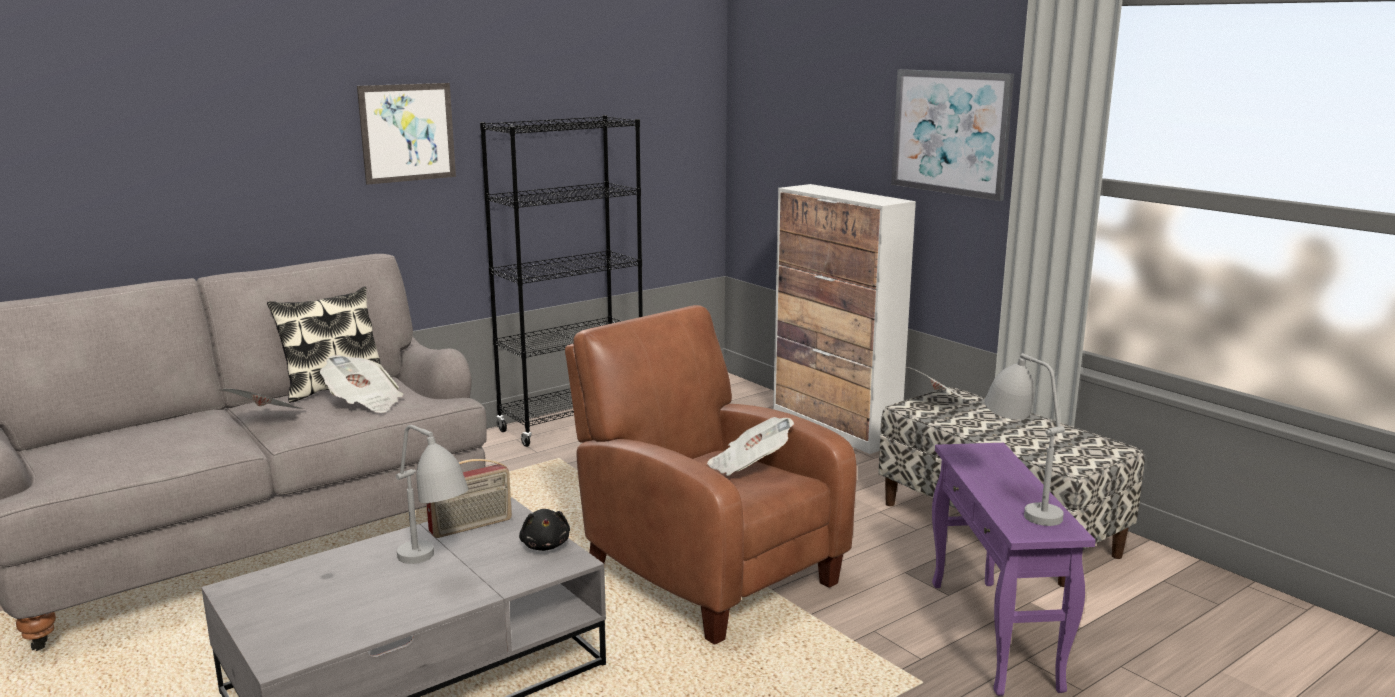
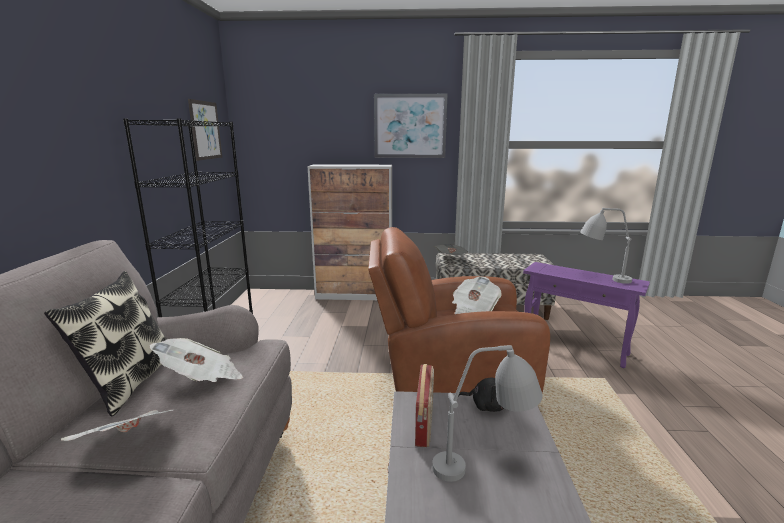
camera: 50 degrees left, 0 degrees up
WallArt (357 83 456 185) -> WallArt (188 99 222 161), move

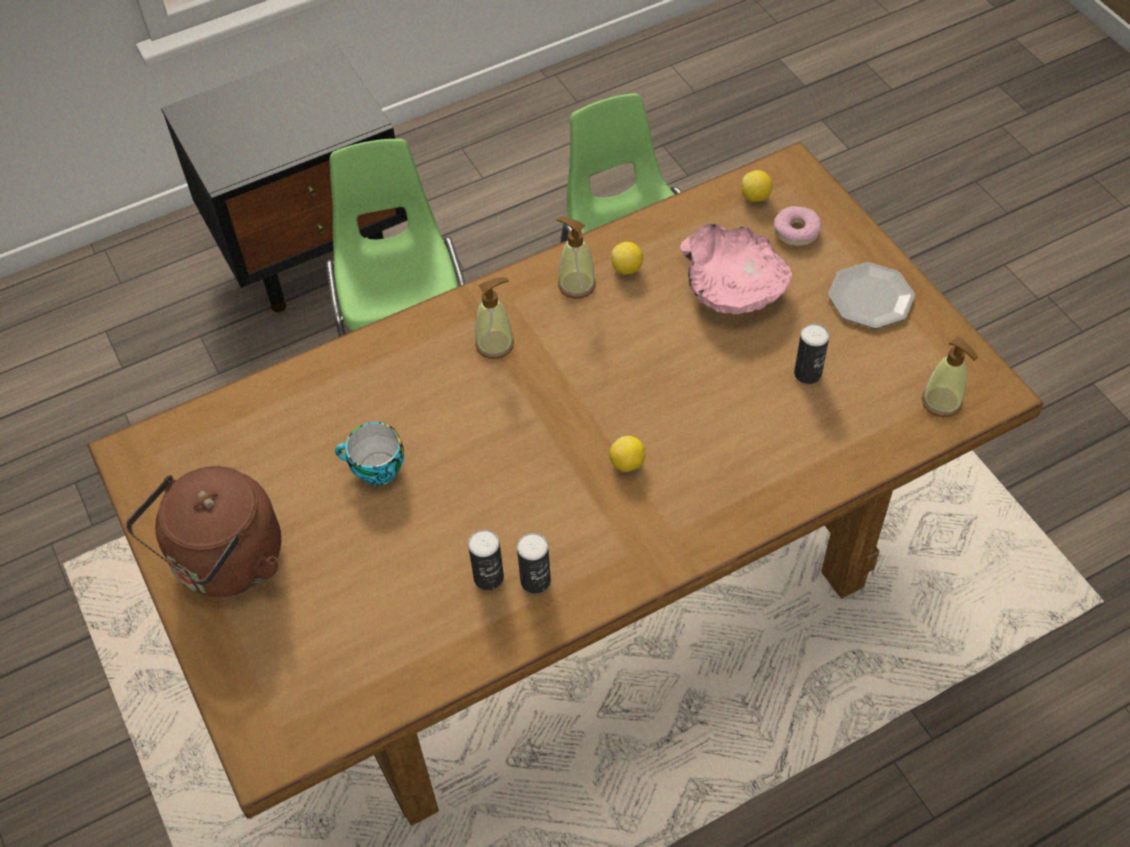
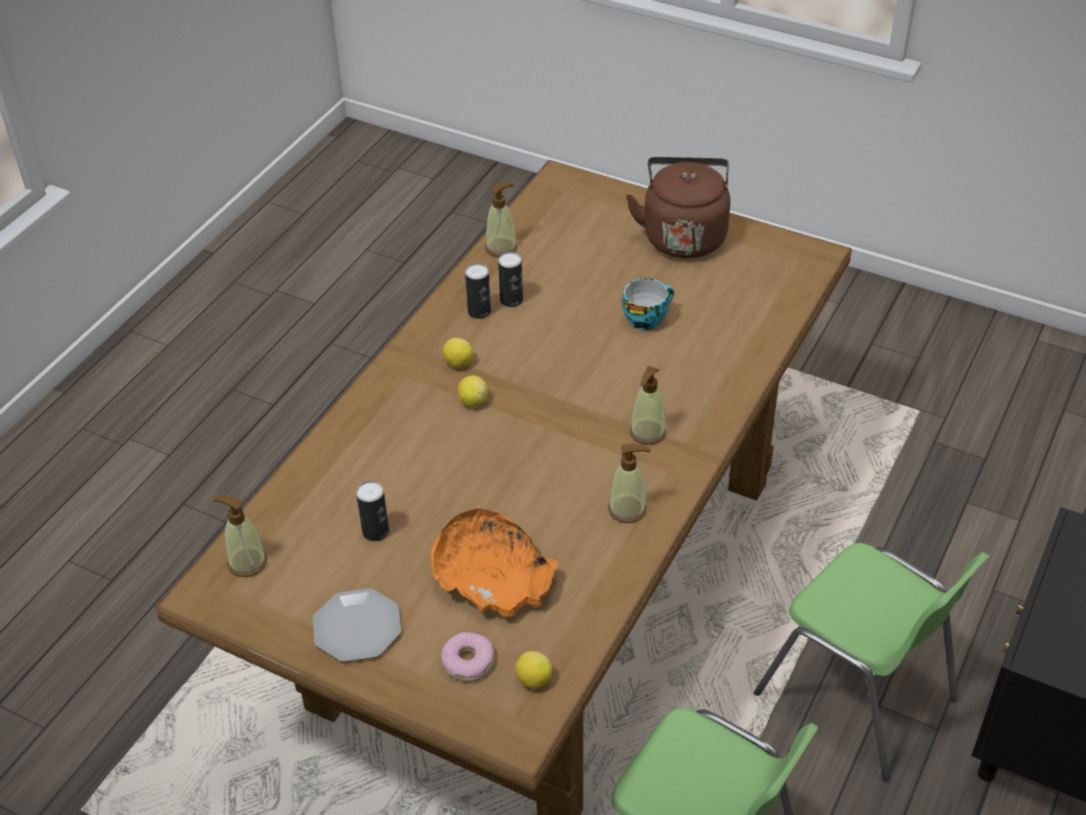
camera: 145 degrees right, 10 degrees down
PinkishBowl (680 224 792 315) -> OrangeBowl (431 508 558 618)
CitrusFruit (611 242 643 274) -> CitrusFruit (442 338 473 368), move
none -> LiquidSoapBottle (485 183 517 257)

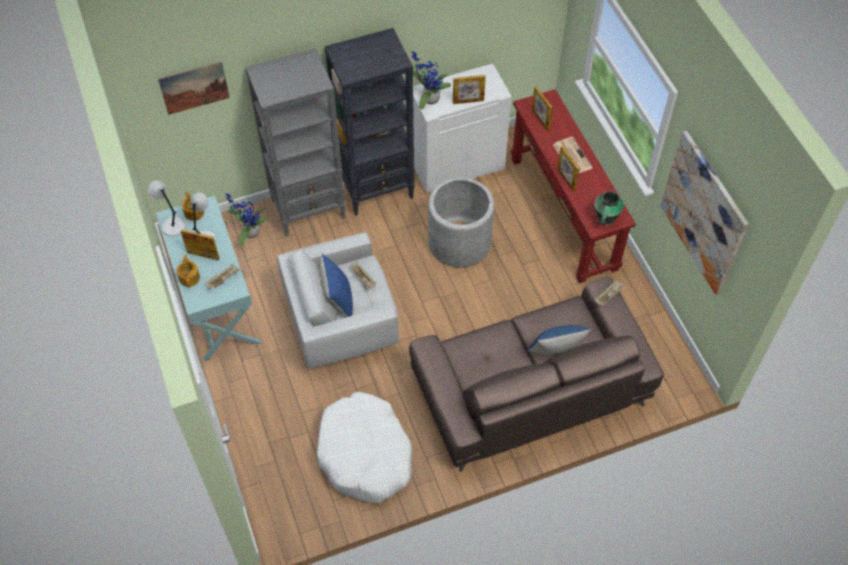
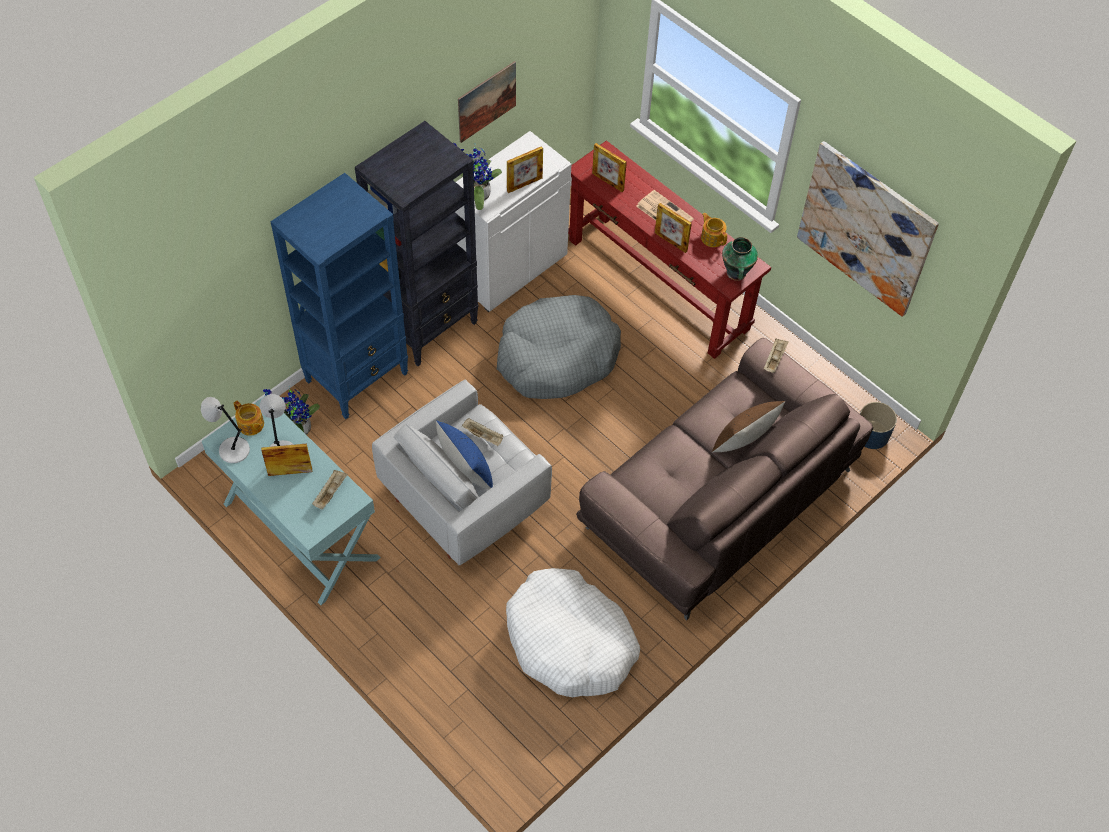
camera: 25 degrees left, 0 degrees up
GrayBookcase (245 48 346 236) -> BlueColouredBookcase (271 173 408 419)
WallArt (158 61 230 115) -> WallArt (458 61 516 143), move
GrayFlowerPot (428 178 494 268) -> GrayDogCushion (497 295 621 399)
Teapot (177 255 200 287) -> Teapot (701 213 727 247), move
BlueColouredCushion (528 325 591 354) -> BrownishCushion (712 401 785 453)
none -> BlueColouredFlowerPot (860 402 897 449)

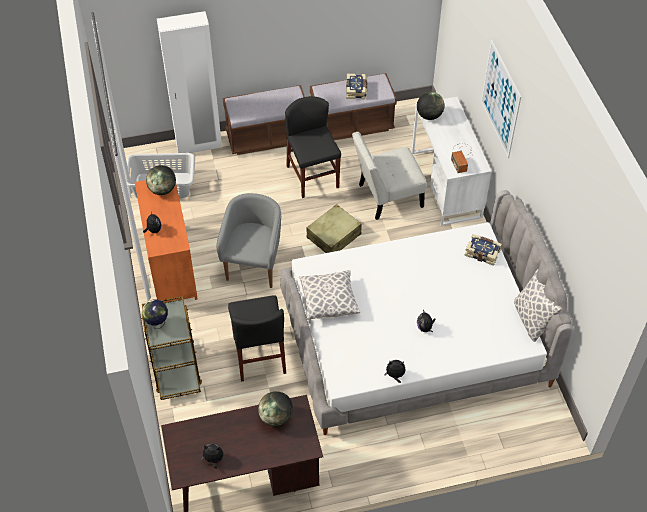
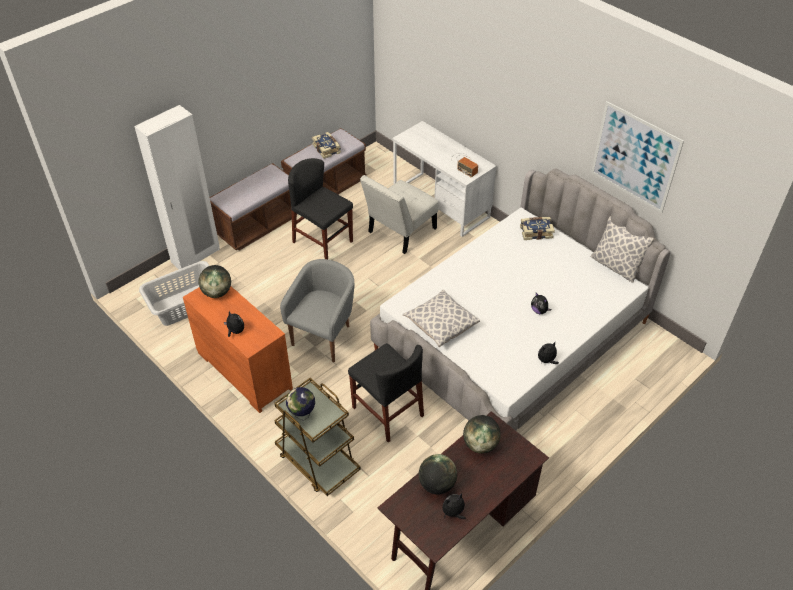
camera: 30 degrees left, 5 degrees down
GrayLoungeChair (216 193 281 288) -> GrayLoungeChair (280 259 355 362), 45 degrees clockwise
WorldGlobe (417 92 445 120) -> WorldGlobe (419 454 457 494), move
WallArt (481 40 521 158) -> WallArt (591 101 684 213), move
BeigeColouredTravelCase (306 204 362 253) -> none

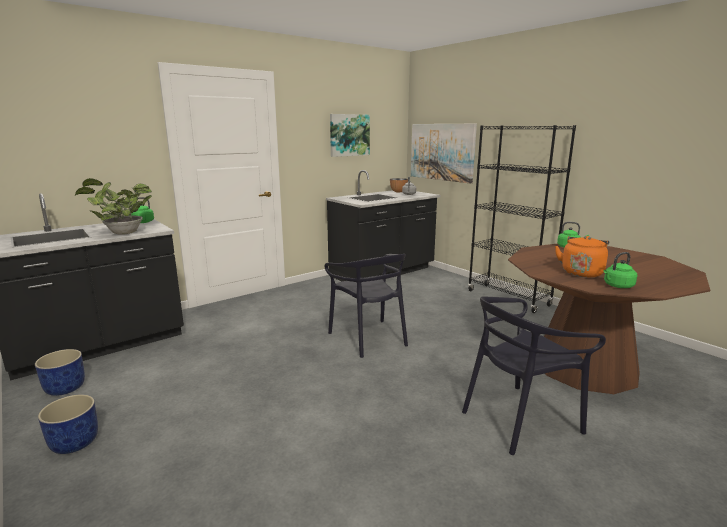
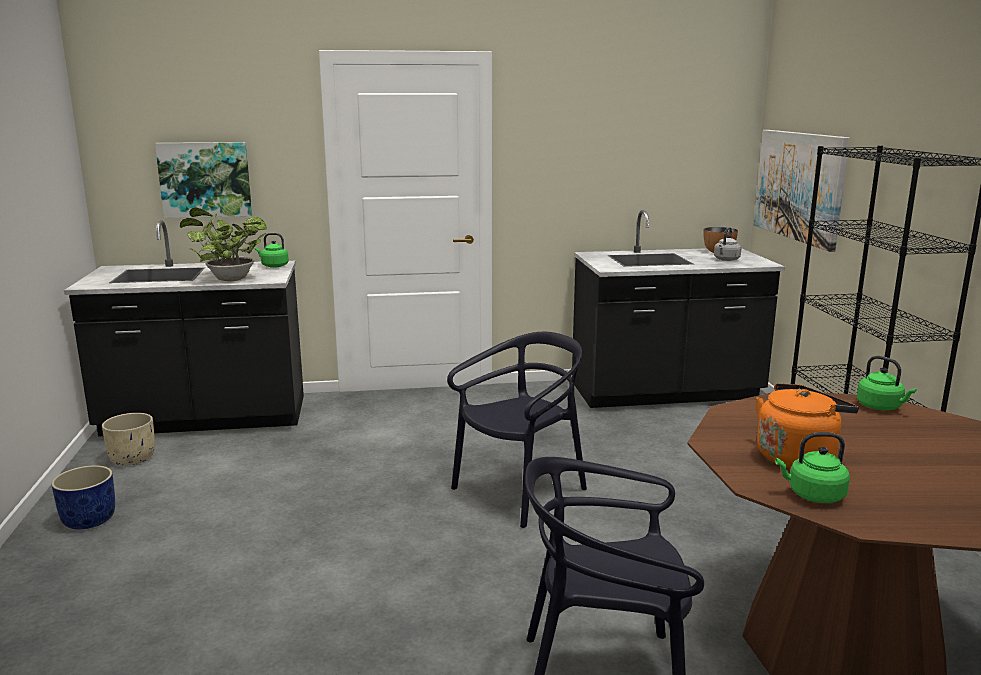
camera: 30 degrees right, 0 degrees up
BlueColouredFlowerPot (35 349 85 396) -> BeigeColouredFlowerPot (102 413 155 466)
WallArt (330 114 370 157) -> WallArt (155 142 252 218), move
BlackChair (325 254 408 358) -> BlackChair (447 332 587 528), 135 degrees counterclockwise

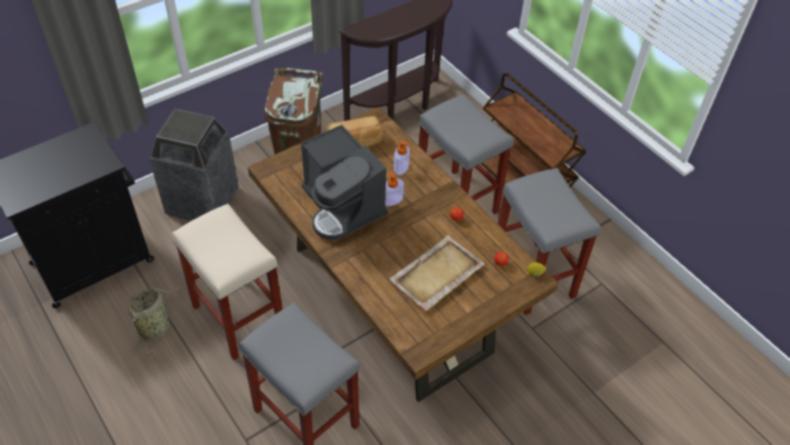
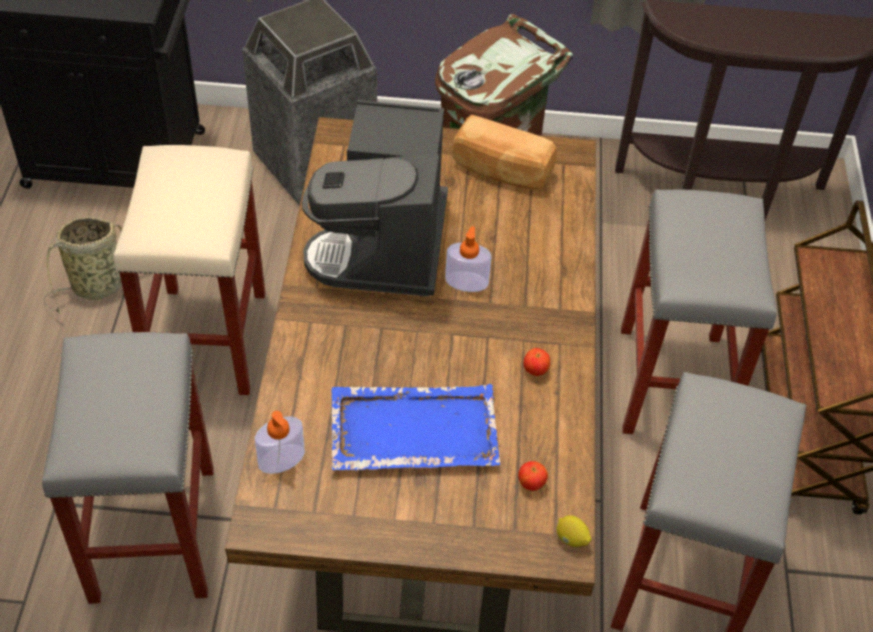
camera: 40 degrees right, 0 degrees up
LiquidSoapBottle (394 141 410 175) -> LiquidSoapBottle (254 411 305 474), move
BeigeColouredServingTray (389 235 485 311) -> BlueColouredServingTray (331 384 500 470)

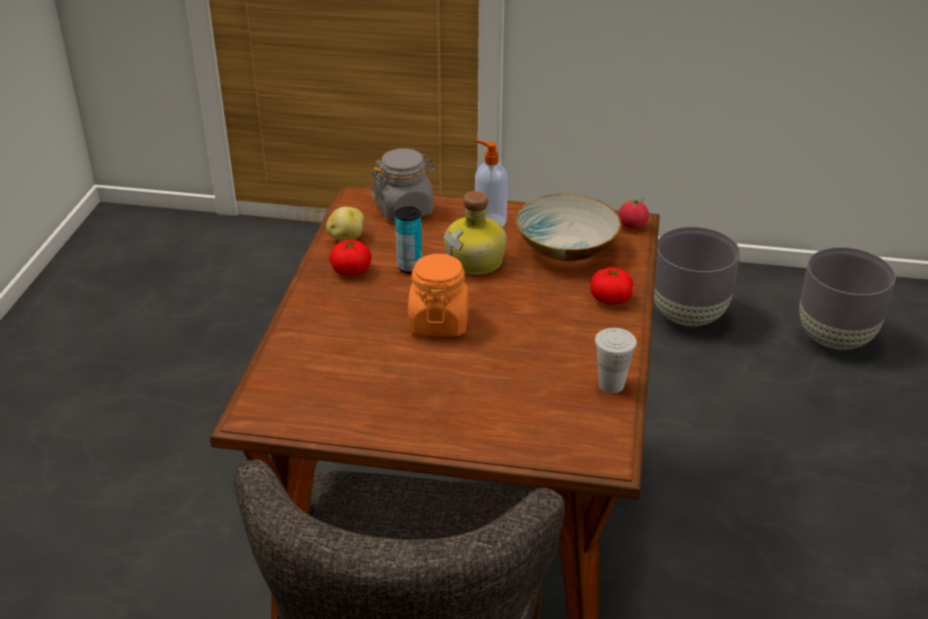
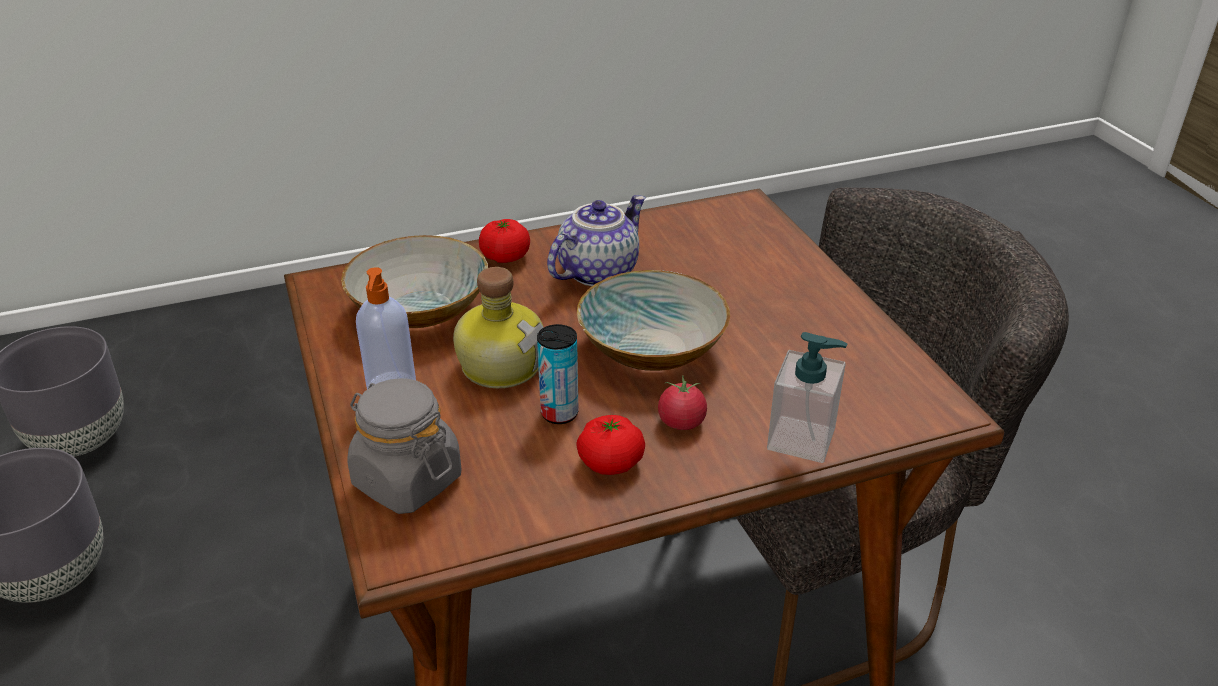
camera: 120 degrees left, 0 degrees up
none -> Teapot (547 195 646 286)
OrangeJar (408 253 469 337) -> Bowl (577 270 730 371)
WholeTomato (618 197 649 229) -> WholeTomato (658 375 707 430), move
none -> LiquidSoapBottle (767 332 848 463)
Potato (326 207 364 242) -> none
WhiteCup (595 328 637 393) -> none

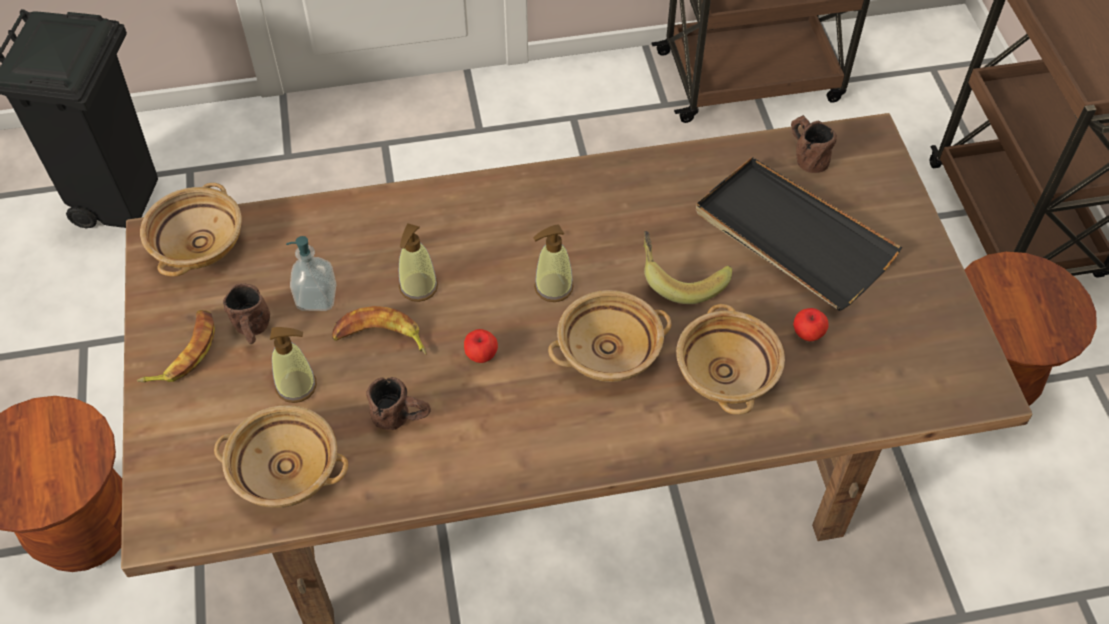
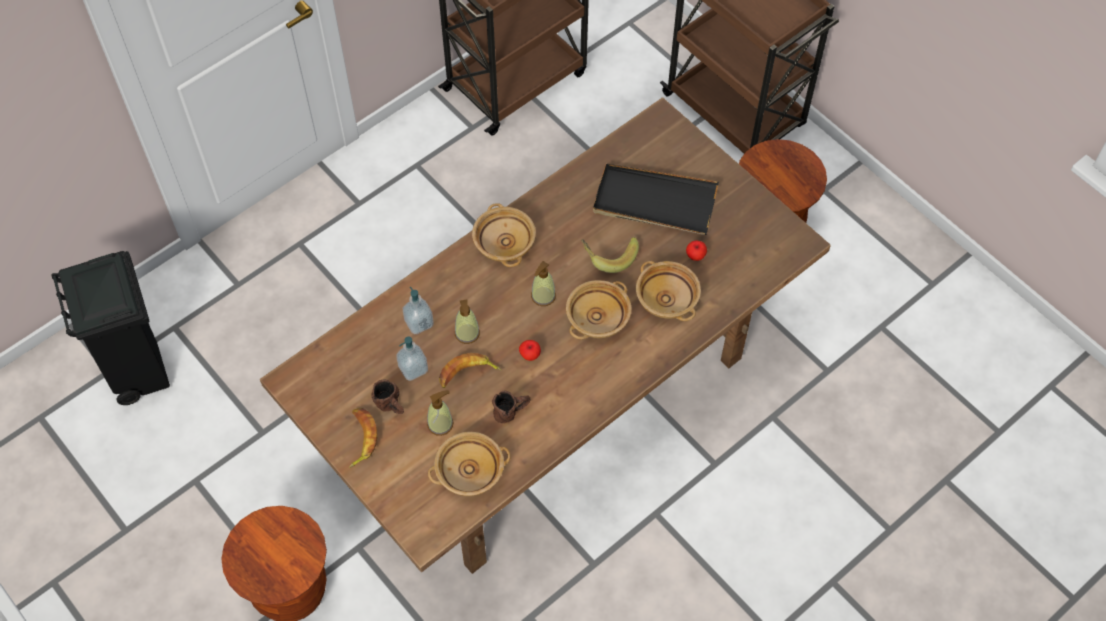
camera: 30 degrees left, 5 degrees up
none -> LiquidSoapBottle (403 287 434 334)
BeigeColouredBowl (140 183 242 277) -> BeigeColouredBowl (472 203 536 267), move
BrownishMug (791 115 837 173) -> none

